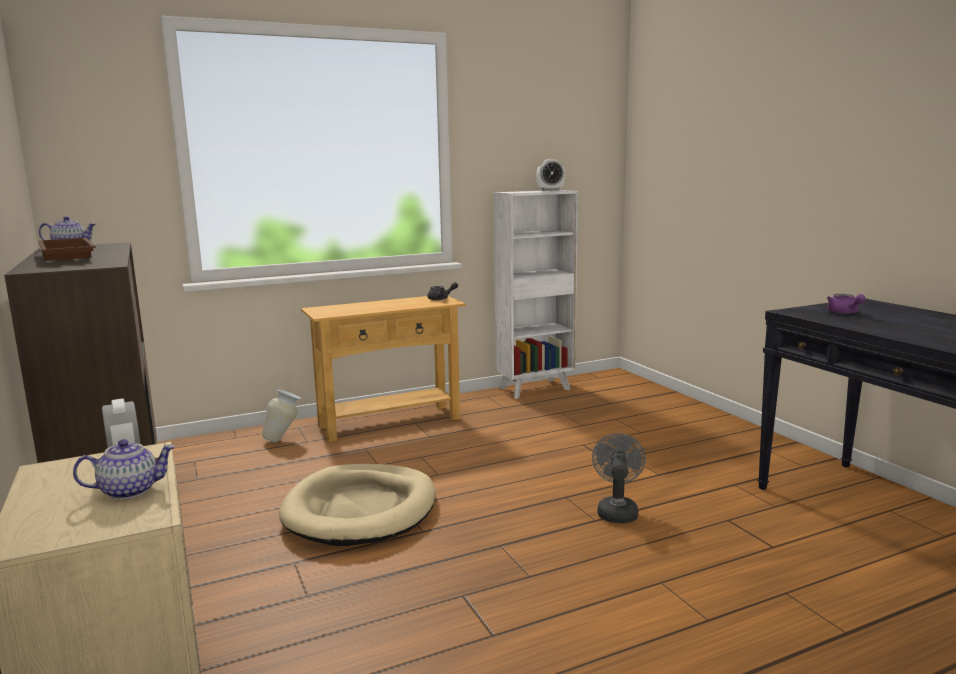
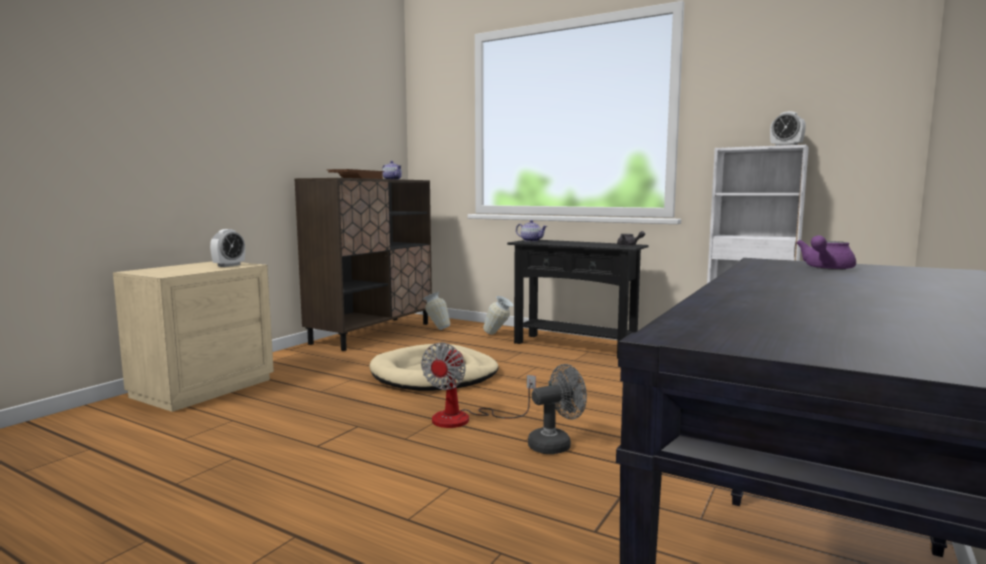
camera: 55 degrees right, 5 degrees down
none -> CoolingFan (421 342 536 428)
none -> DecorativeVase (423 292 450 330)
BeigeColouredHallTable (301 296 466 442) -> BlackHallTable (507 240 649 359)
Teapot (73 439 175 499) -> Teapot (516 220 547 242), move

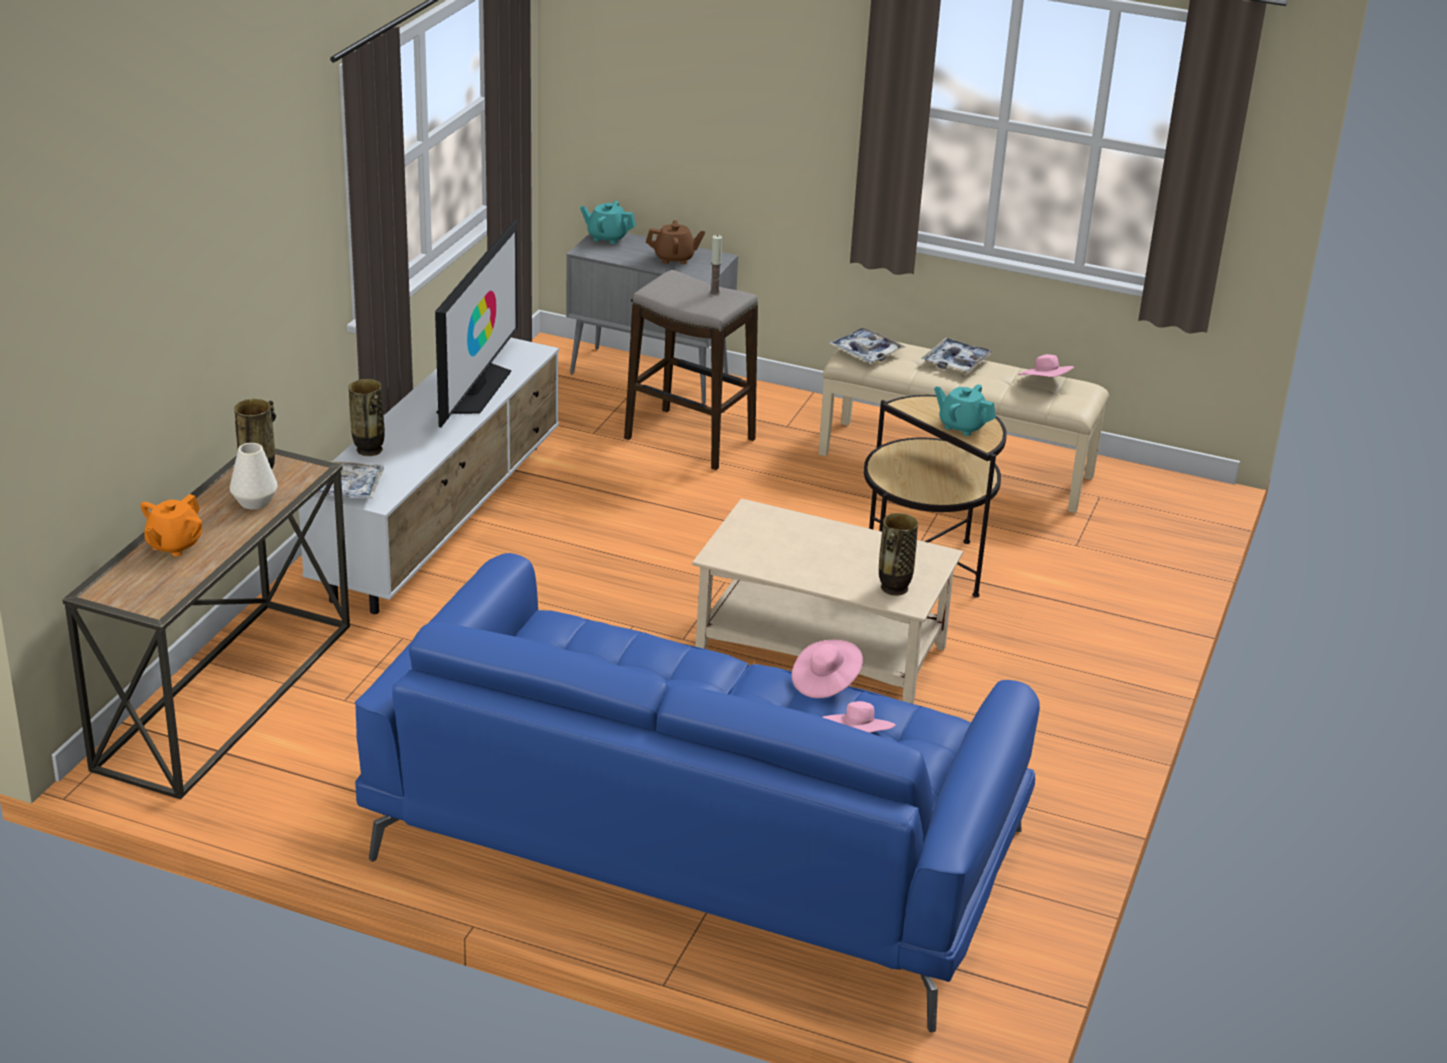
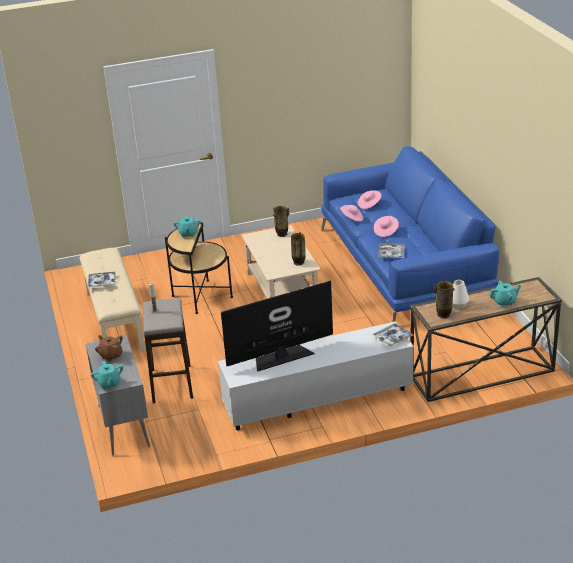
camera: 125 degrees left, 0 degrees up
DecorativeVase (349 379 385 456) -> DecorativeVase (291 232 306 266), move
PinkishClothingHat (1018 354 1074 377) -> PinkishClothingHat (374 216 399 237), move
ServingTray (829 328 905 363) -> ServingTray (378 244 405 258), move
OrangeTeapot (140 494 202 556) -> TurquoiseTeapot (489 280 521 307)

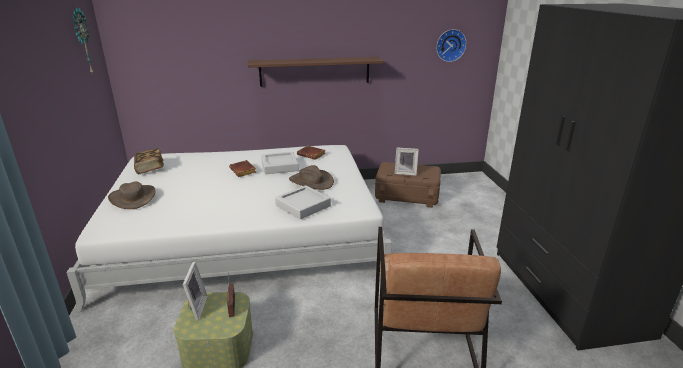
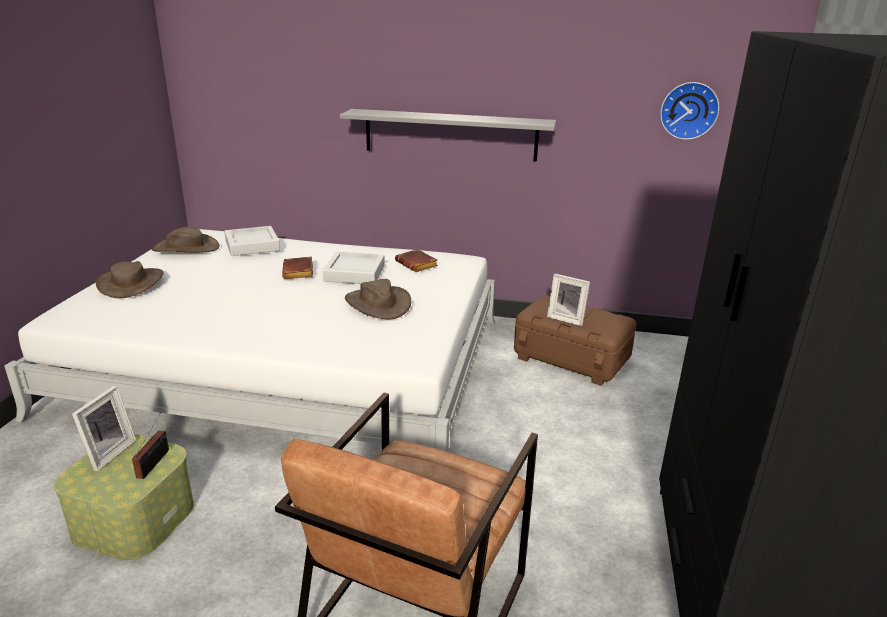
camera: 20 degrees right, 0 degrees up
Volume (134 148 164 174) -> BrownishClothingHat (152 227 219 253)
GrayServingTray (275 185 331 220) -> GrayServingTray (224 226 280 256), move
BrownishWallShelf (248 57 384 87) -> GrayWallShelf (340 109 556 162)
WallClock (73 6 94 75) -> none

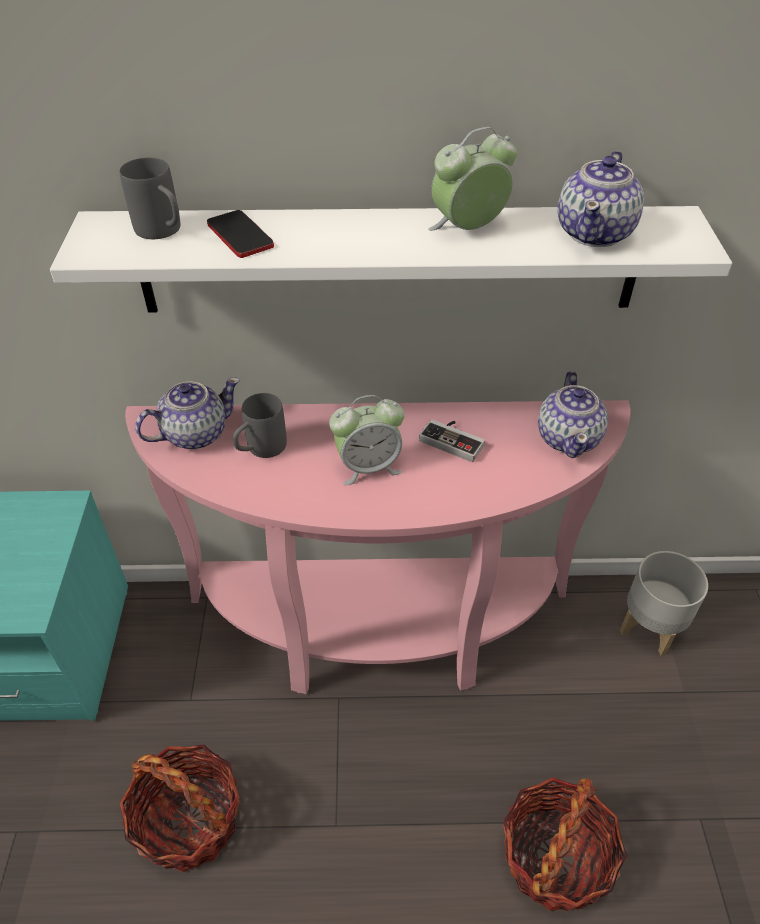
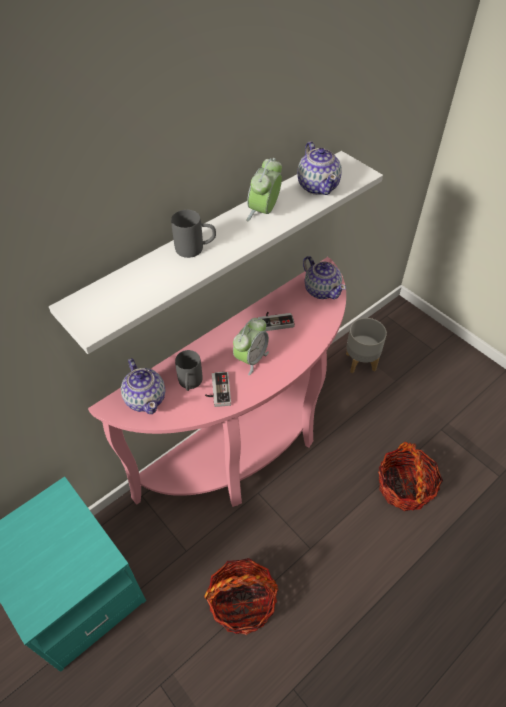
camera: 40 degrees left, 5 degrees up
Teapot (135 377 240 449) -> Teapot (121 359 165 414), 135 degrees clockwise
GrayMug (120 157 181 239) -> GrayMug (171 210 216 258), move
none -> Gamepad (205 371 231 407)
Telephone (207 210 274 258) -> none

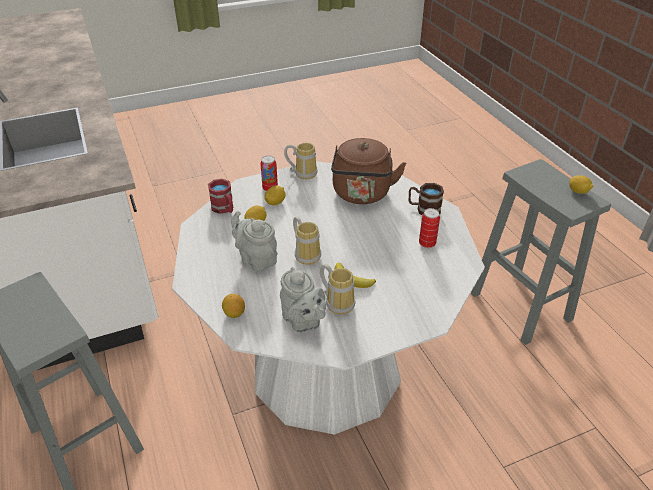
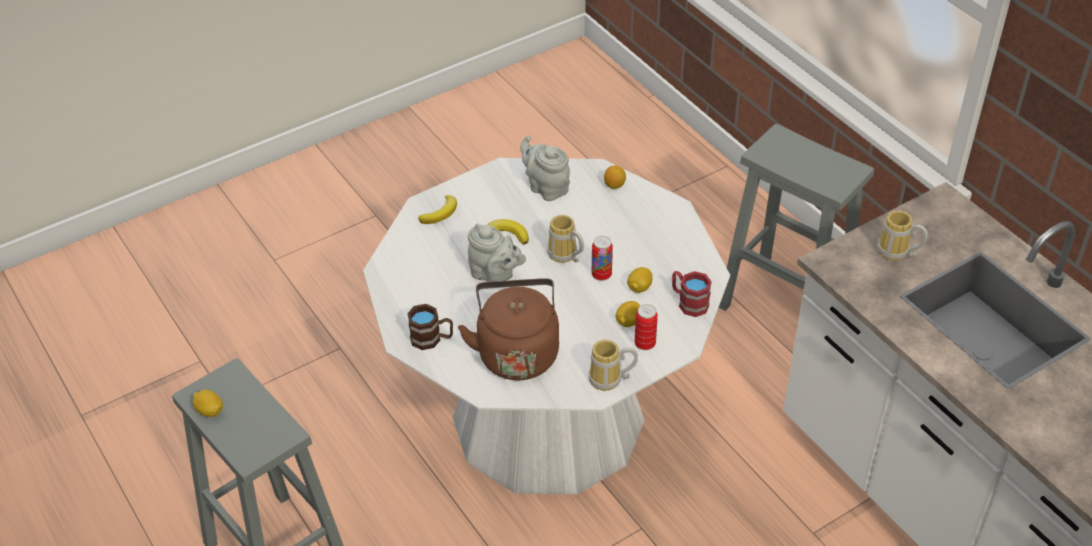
camera: 170 degrees right, 5 degrees up
none -> BananaFruit (418 195 457 224)
GrayTeapot (231 211 277 272) -> GrayTeapot (468 223 526 282), move
MetalCan (419 208 440 248) -> MetalCan (592 236 613 281), move
Mug (320 264 355 315) -> Mug (877 210 928 260), move

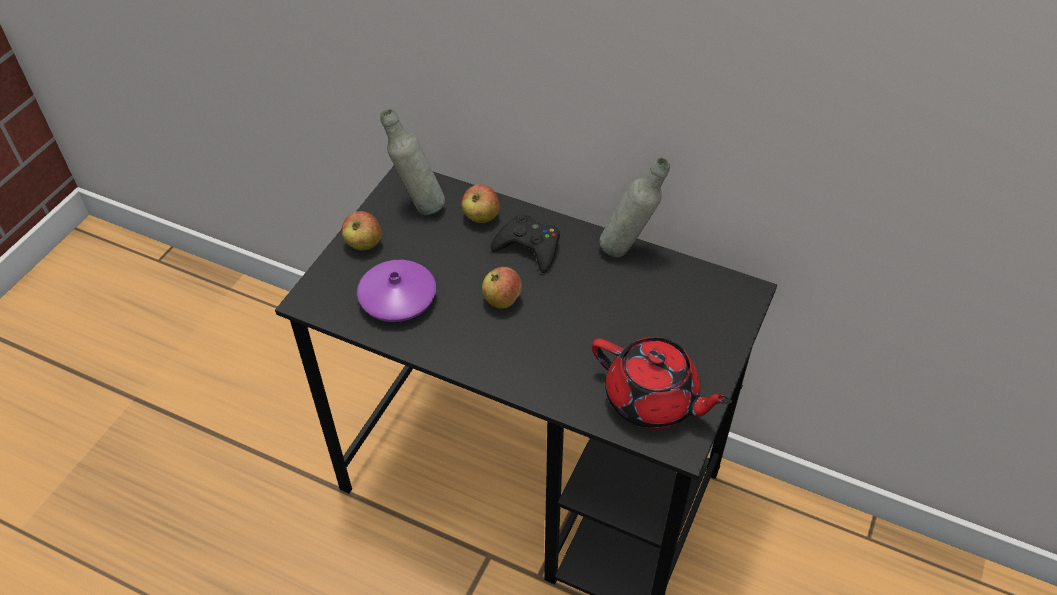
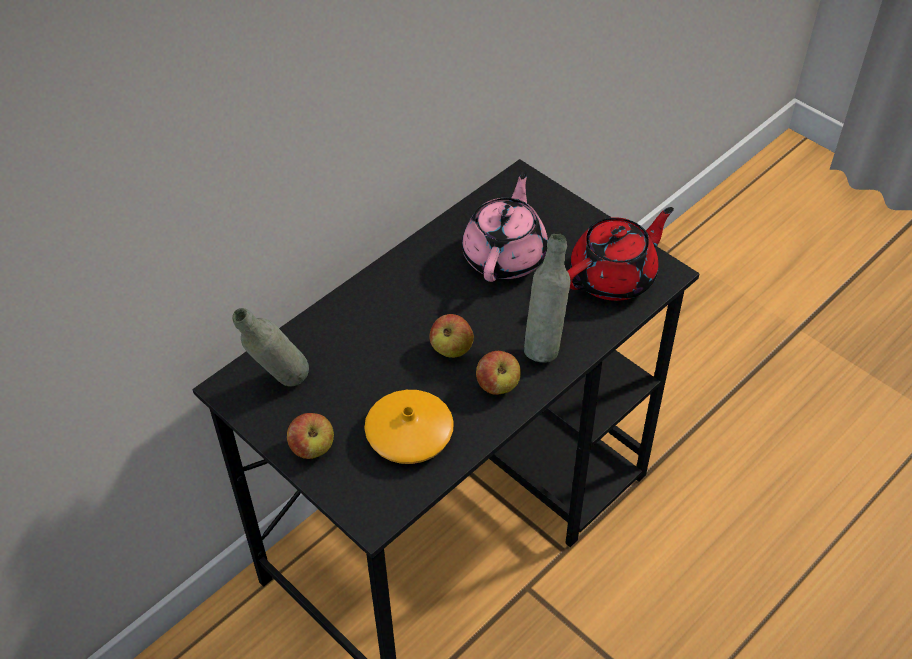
camera: 70 degrees left, 0 degrees up
PurpleDecorativeVase (357 260 436 322) -> OrangeDecorativeVase (364 390 454 464)
none -> PinkishTeapot (462 171 548 282)
WholeApple (461 184 500 223) -> WholeApple (476 351 521 395), move
GrayBottle (599 158 670 257) -> GrayBottle (524 234 571 363), move
BlackGamepad (491 214 560 273) -> none

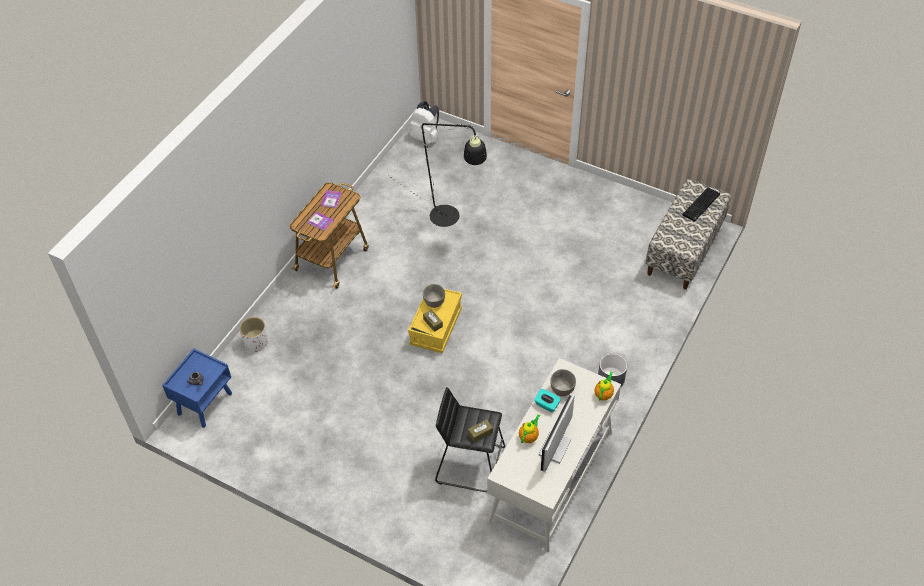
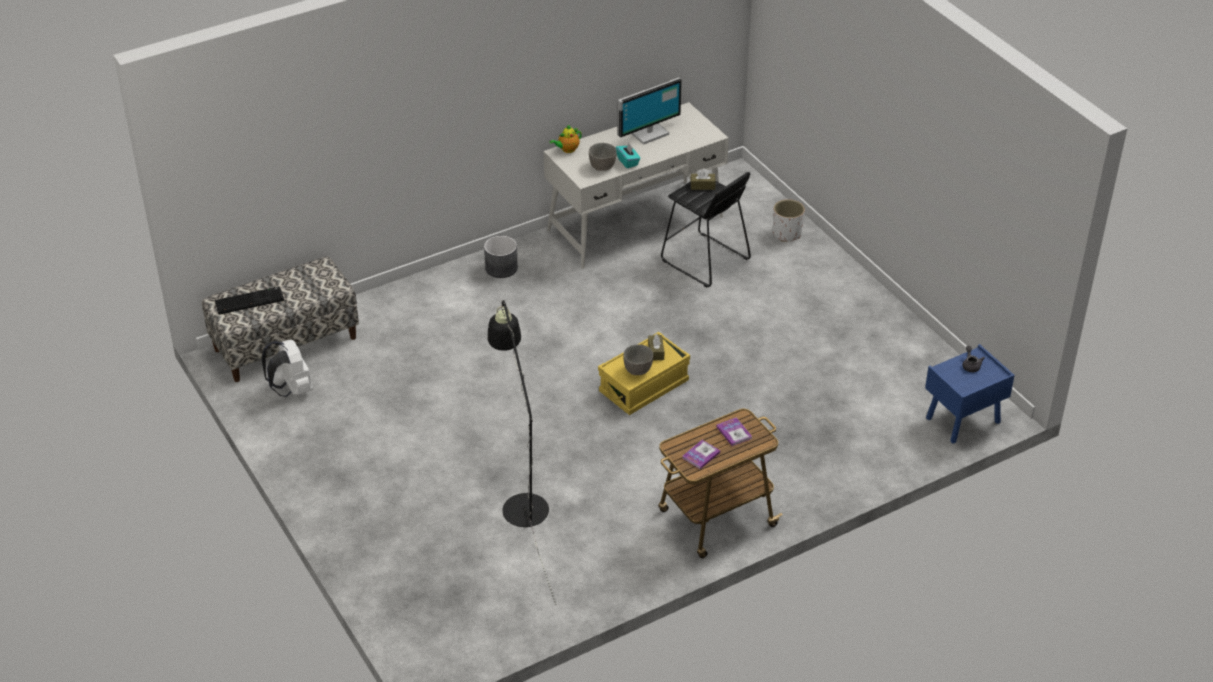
camera: 150 degrees left, 10 degrees down
WhiteKnapsack (409 101 439 144) -> WhiteKnapsack (261 340 313 397), move
WhiteFlowerPot (239 317 268 352) -> WhiteFlowerPot (773 199 805 242), move
Teapot (519 414 540 443) -> none

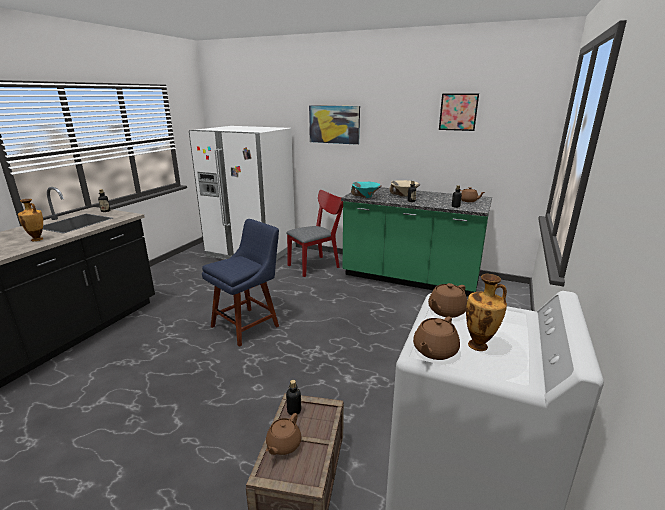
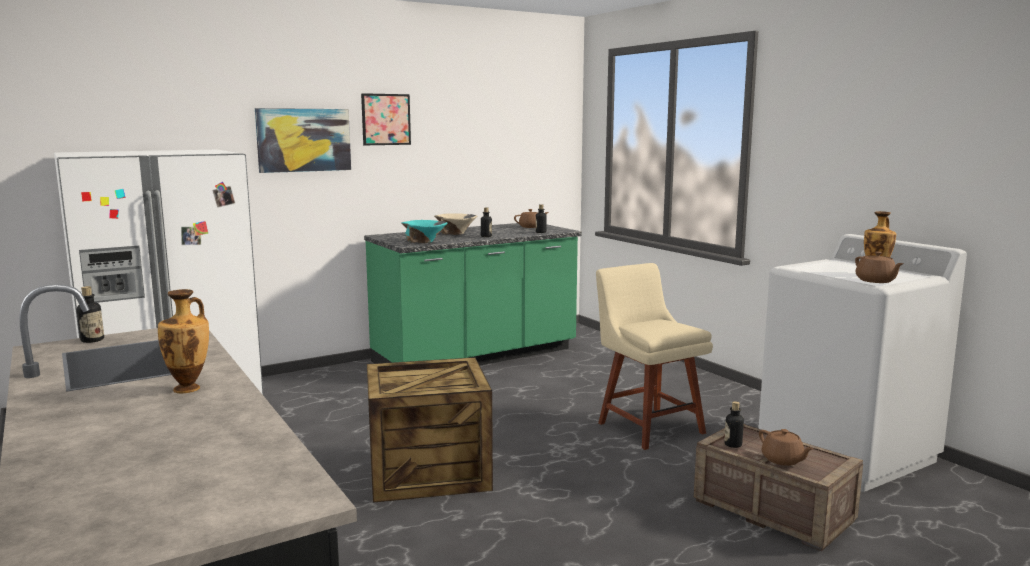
camera: 55 degrees left, 10 degrees down
WallArt (439 93 479 131) -> WallArt (361 93 411 145), move
BlueColouredChair (202 219 279 347) -> Crate (367 357 493 503)
none -> BeigeColouredChair (596 263 713 450)
ReddishChair (286 190 343 277) -> none
BrownishTeapot (428 283 467 318) -> none

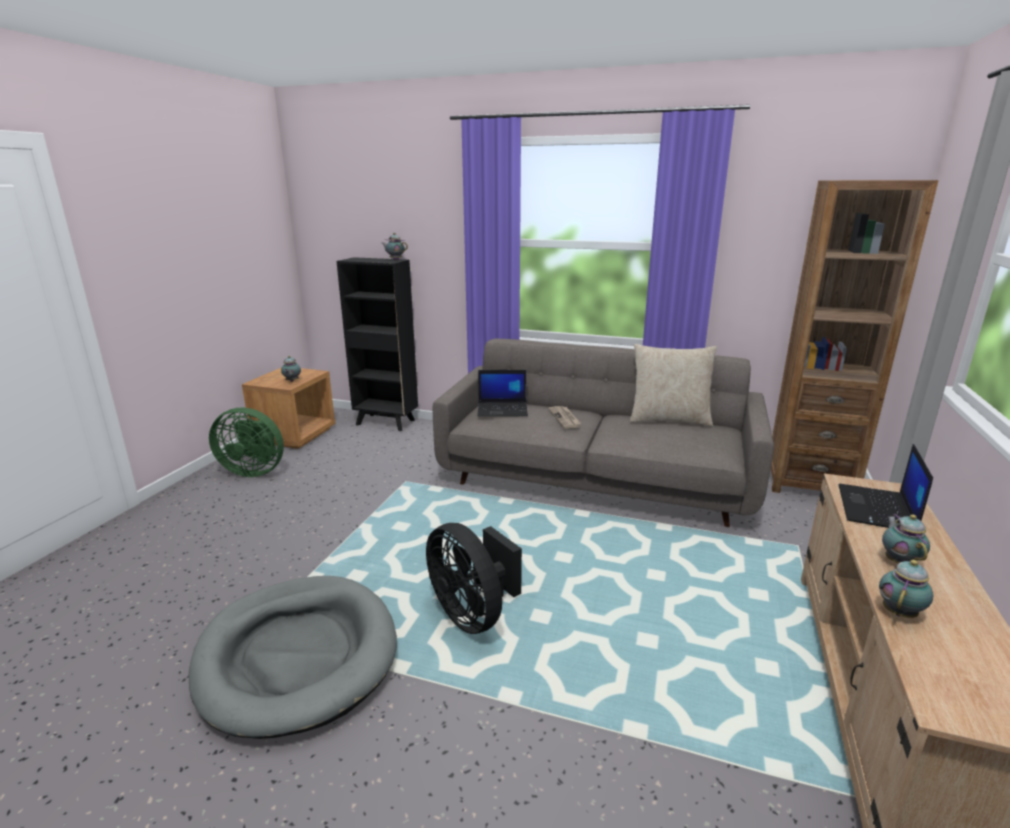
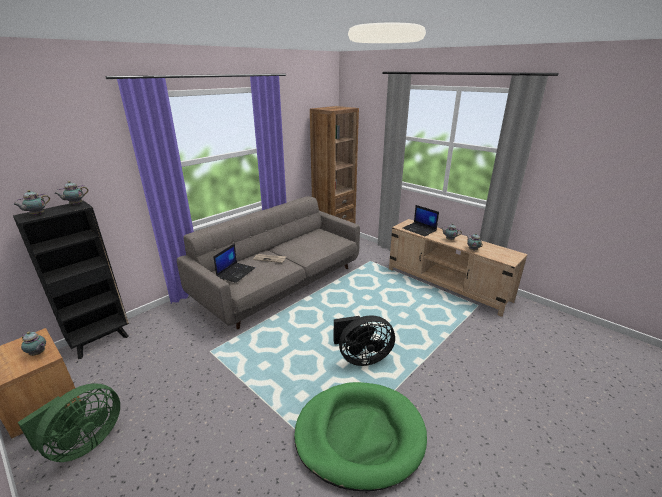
camera: 65 degrees left, 5 degrees up
none -> Teapot (13 190 50 215)
GrayDogCushion (188 576 397 739) -> GreenColouredDogCushion (294 382 427 491)
BeigeColouredCushion (630 344 717 427) -> none

